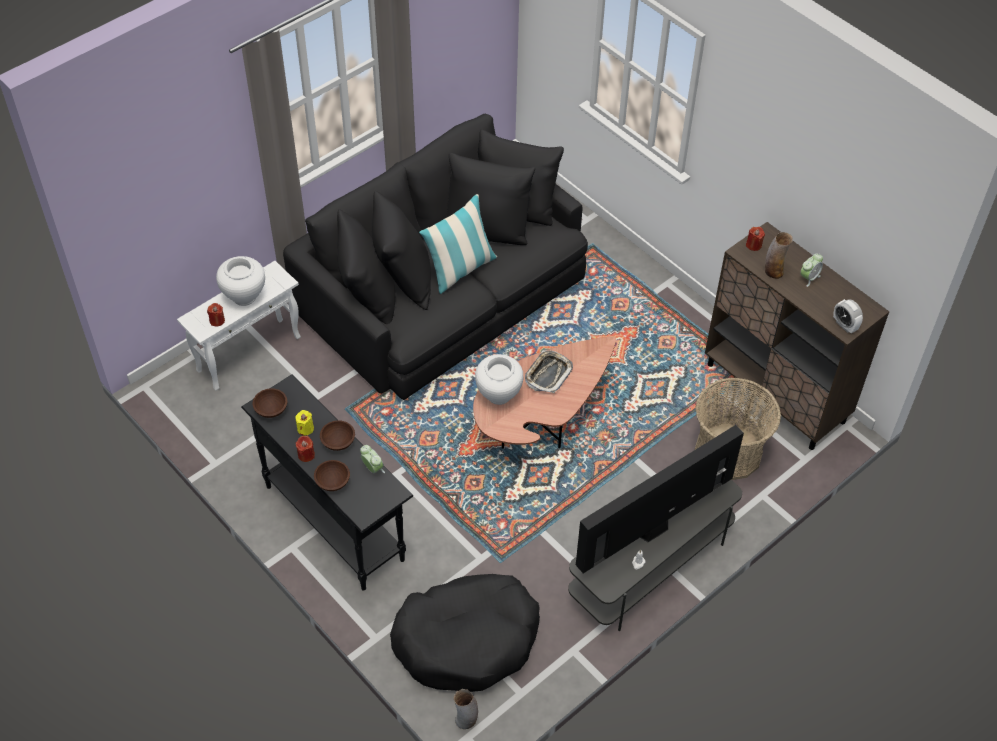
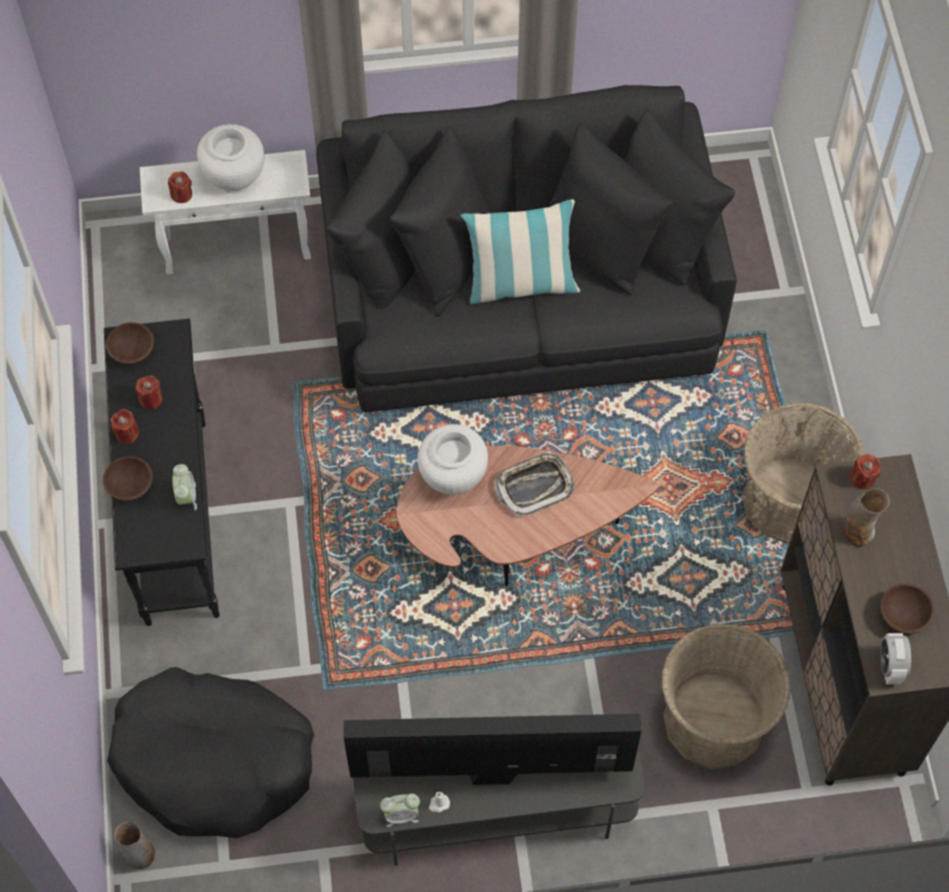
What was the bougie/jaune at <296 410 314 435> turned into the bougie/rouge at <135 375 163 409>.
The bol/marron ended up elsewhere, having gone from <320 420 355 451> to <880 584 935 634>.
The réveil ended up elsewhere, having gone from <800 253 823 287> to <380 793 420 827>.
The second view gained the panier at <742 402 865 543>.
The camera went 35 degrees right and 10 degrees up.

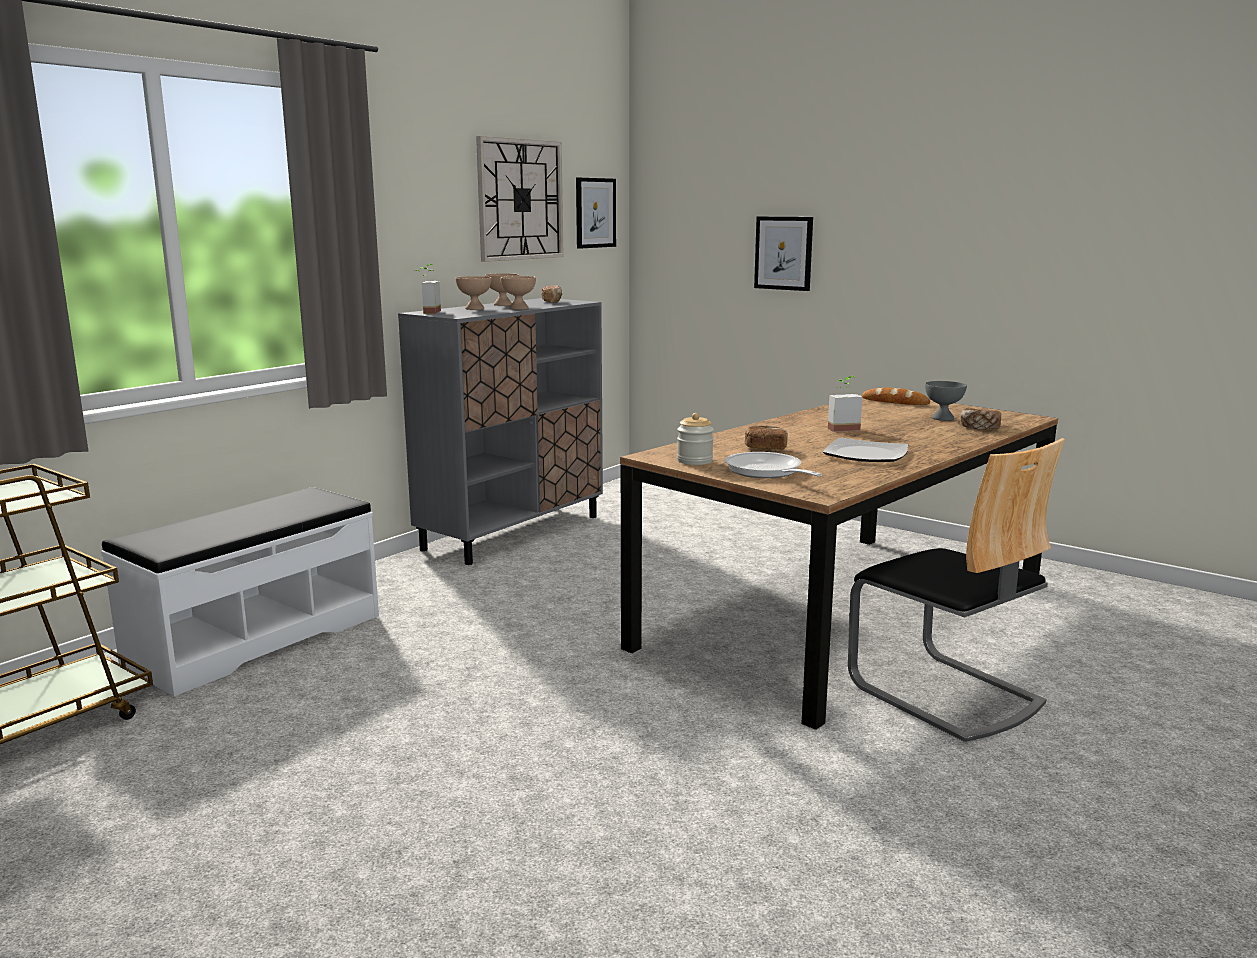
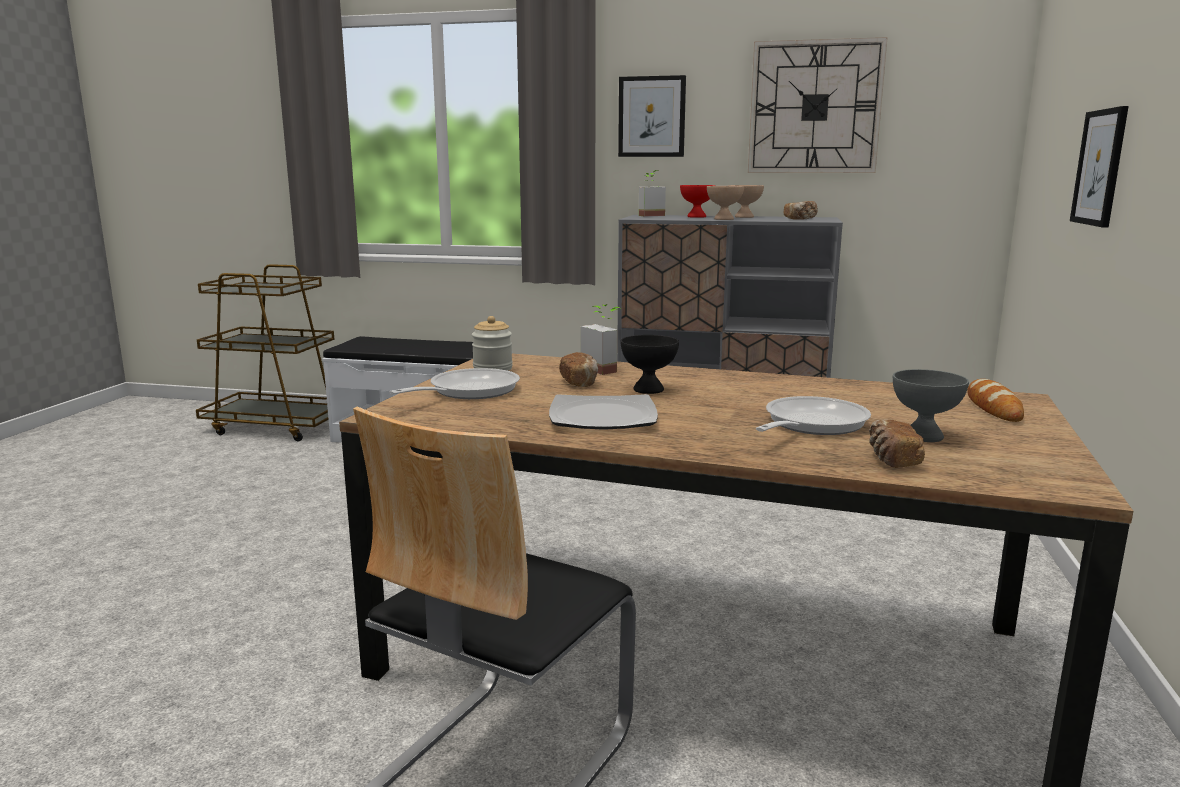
What was the bol/beige at <456 276 492 310> turned into the bol/rouge at <680 185 716 218>.
The tableau ended up elsewhere, having gone from <576 178 616 249> to <618 75 686 157>.
The plante en pot ended up elsewhere, having gone from <828 376 862 432> to <581 304 620 375>.
The second view gained the bol/noir at <620 335 679 394>.
The second view gained the poêle at <756 396 871 435>.
The camera went 65 degrees right and 0 degrees up.

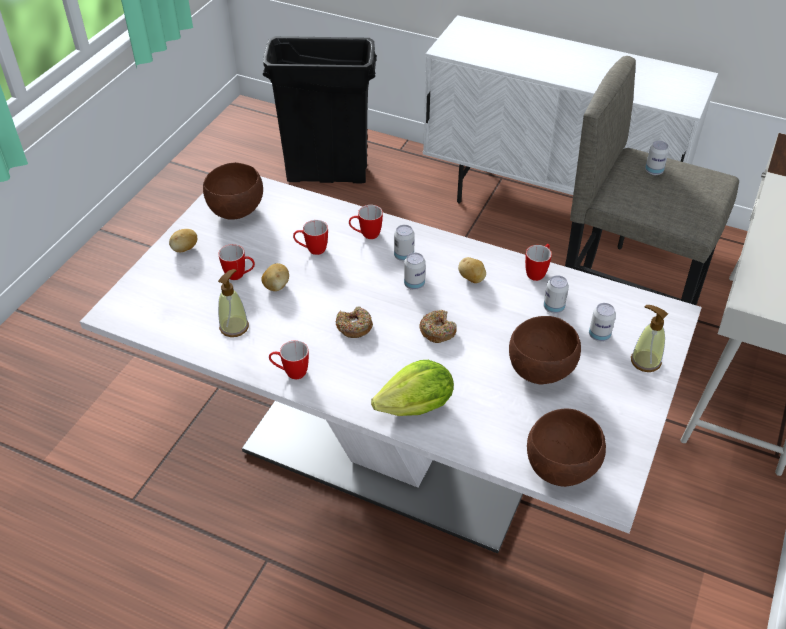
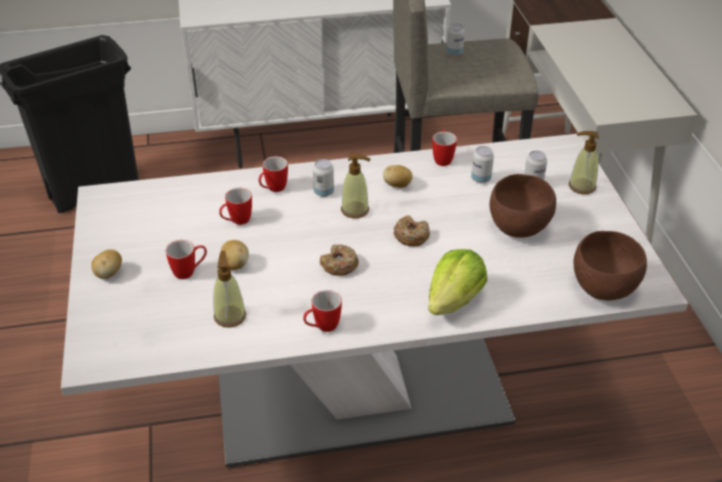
The second view lost the bol/marron at <203 162 263 220>.
Where the boîte métallique stood at <404 252 426 290>, the distributeur de savon came to stand at <341 154 370 218>.
The camera went 35 degrees left and 5 degrees down.

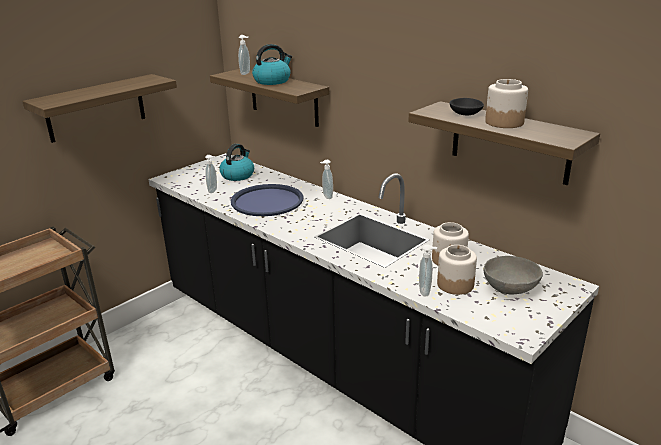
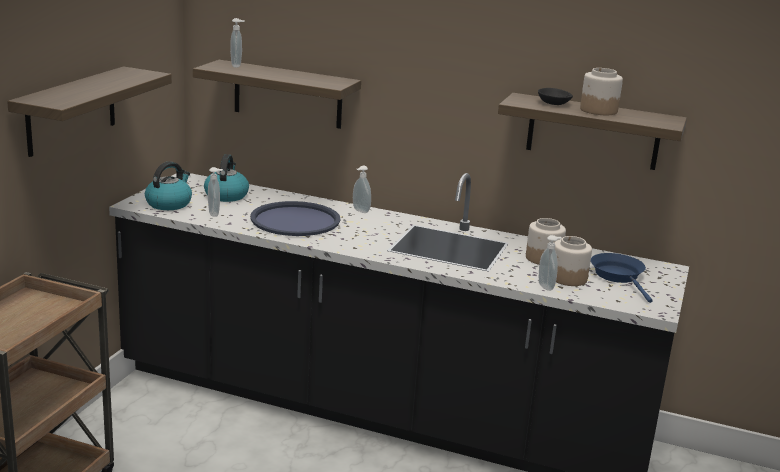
The bouilloire ended up elsewhere, having gone from <252 44 292 85> to <145 161 192 210>.
Where the bol/gris stood at <483 256 543 295>, the poêle/bleu came to stand at <591 253 653 303>.
The camera went 25 degrees left and 5 degrees down.

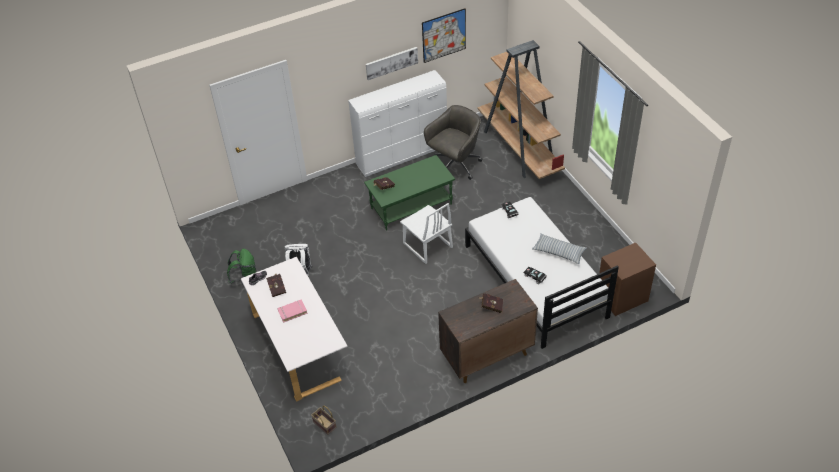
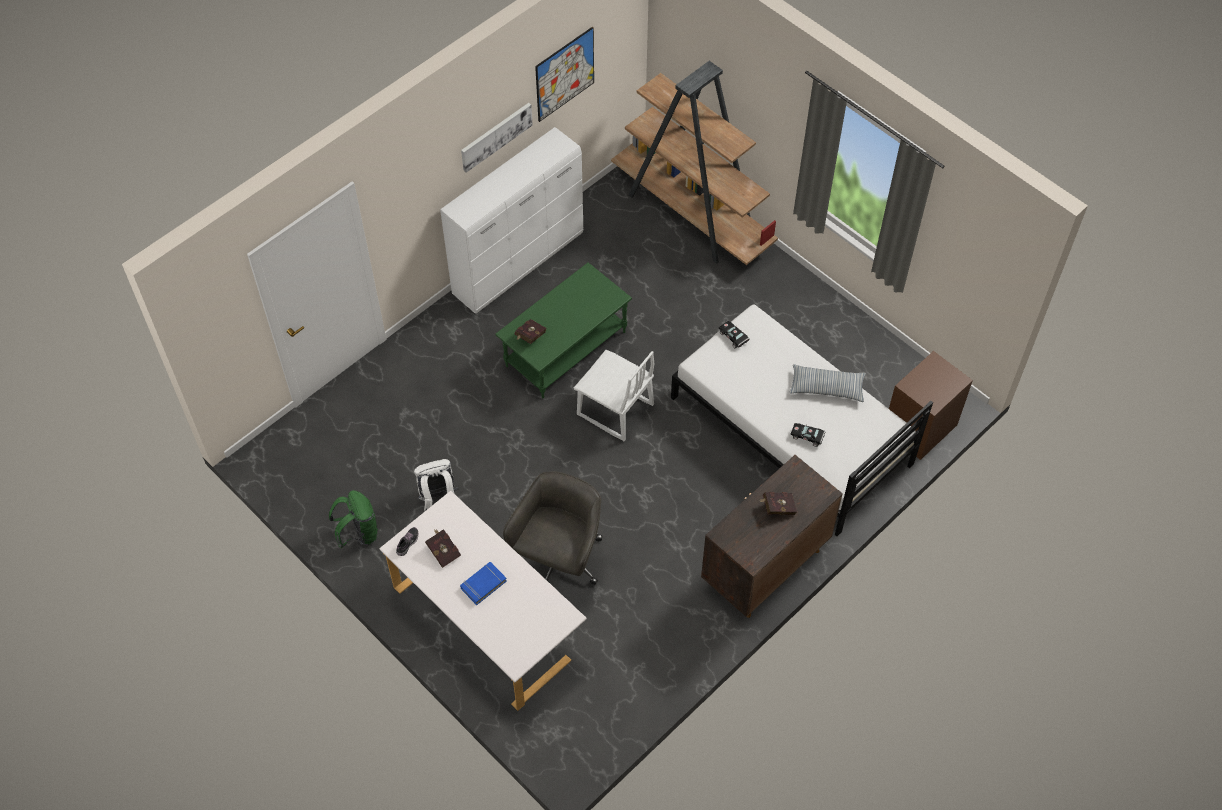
What was the livre/rose at <278 300 308 323> turned into the livre/bleu at <460 562 507 605>.
The second view lost the panier at <311 406 337 435>.
The chaise de bureau/gris ended up elsewhere, having gone from <424 105 482 180> to <503 471 602 585>.
The camera went 20 degrees left and 10 degrees up.

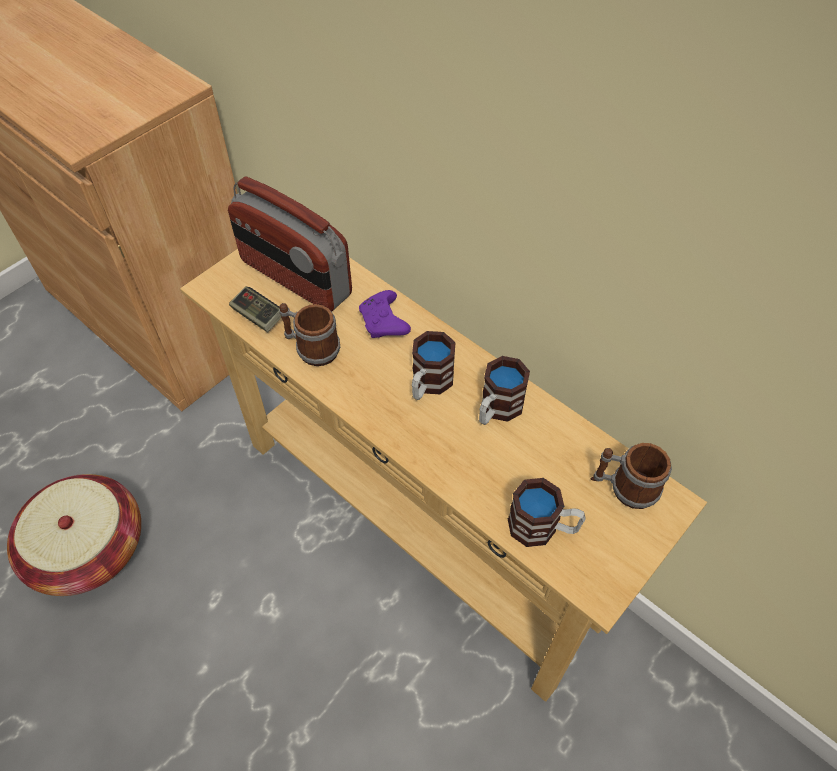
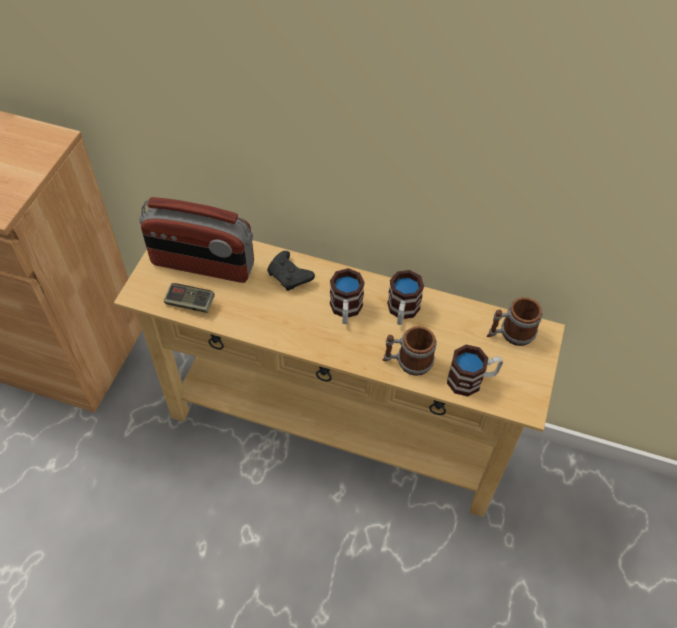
The second view lost the panier at <7 474 141 596>.
The mug ended up elsewhere, having gone from <279 303 340 366> to <382 326 437 376>.
What was the manette/violet at <359 290 411 338> turned into the manette/noir at <267 251 315 291>.
The camera went 25 degrees left and 0 degrees up.

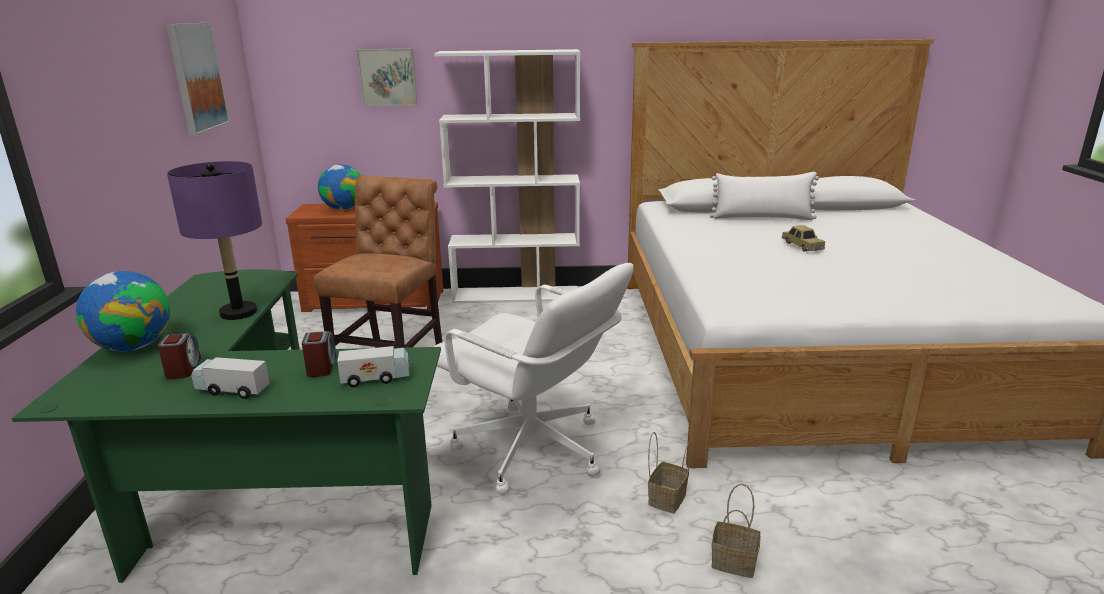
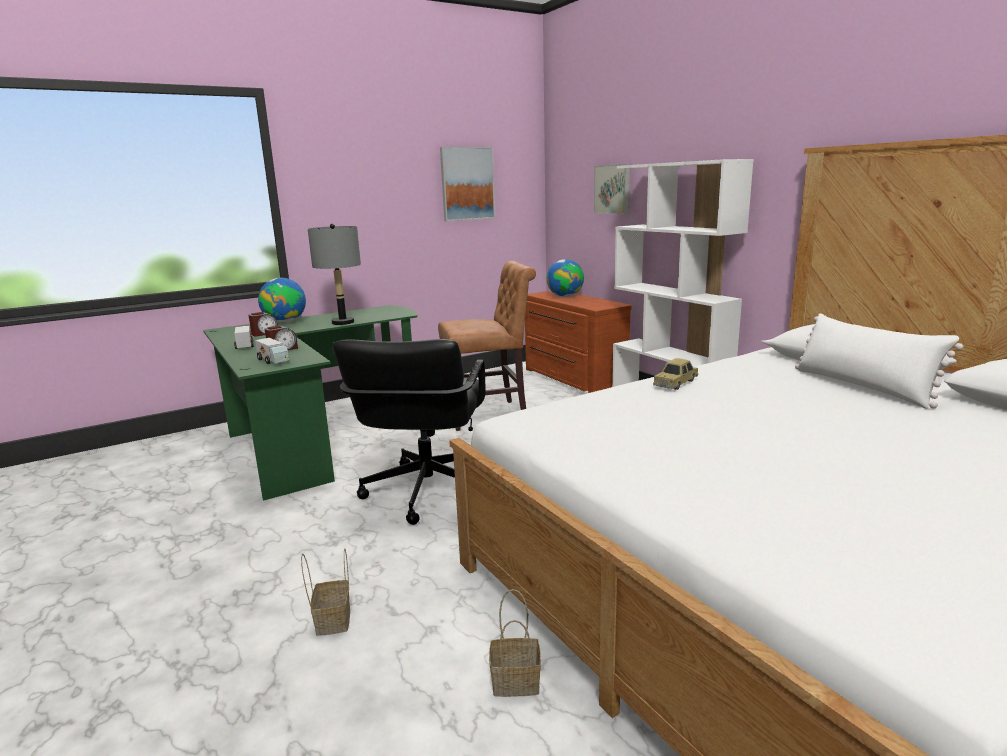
What was the lampe de table/violet at <167 161 262 320> turned into the lampe de table/gris at <308 224 361 325>.
What was the chaise de bureau/blanc at <434 263 634 495> turned into the chaise de bureau/noir at <332 339 486 525>.
The panier ended up elsewhere, having gone from <648 432 691 513> to <489 589 541 697>.
The petite voiture ended up elsewhere, having gone from <782 225 825 251> to <653 358 698 390>.
The camera went 60 degrees right and 5 degrees down.

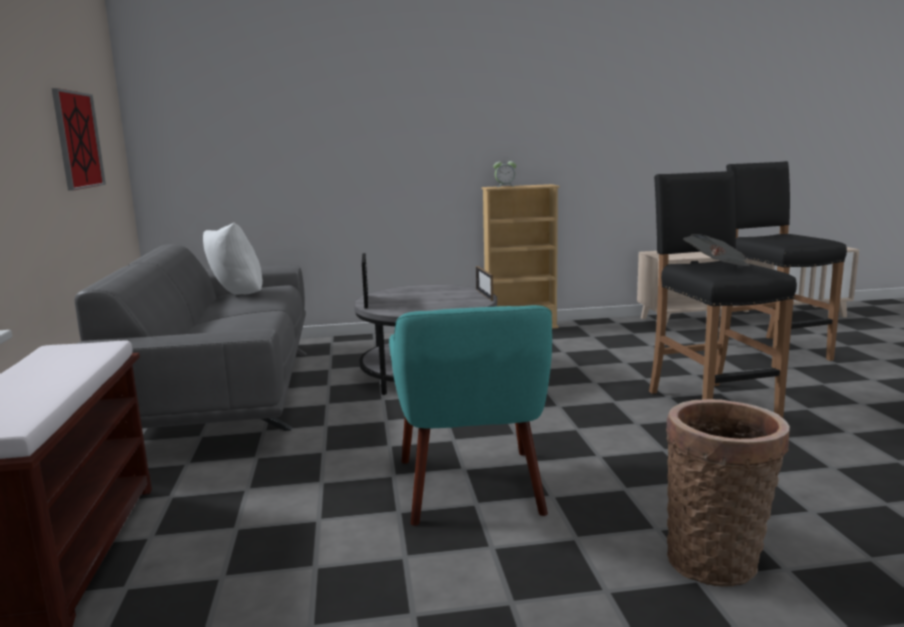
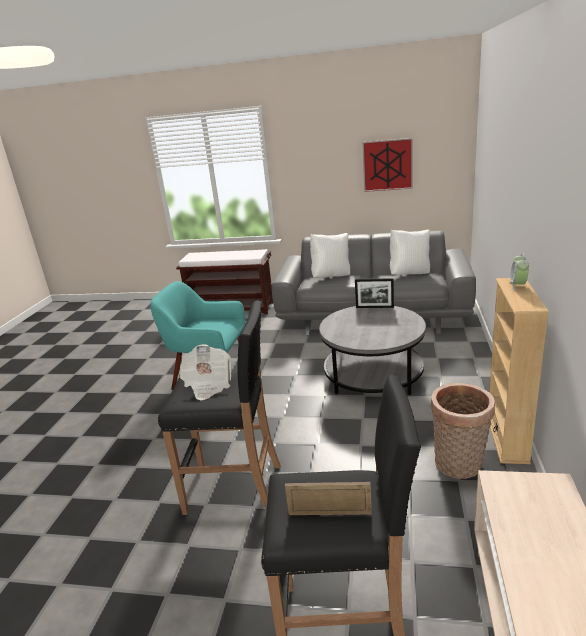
The cadre photo ended up elsewhere, having gone from <476 266 493 301> to <285 482 372 515>.
The panier ended up elsewhere, having gone from <666 399 790 586> to <430 383 495 479>.
The second view gained the coussin/blanc at <310 233 350 278>.
The camera went 110 degrees right and 10 degrees up.

